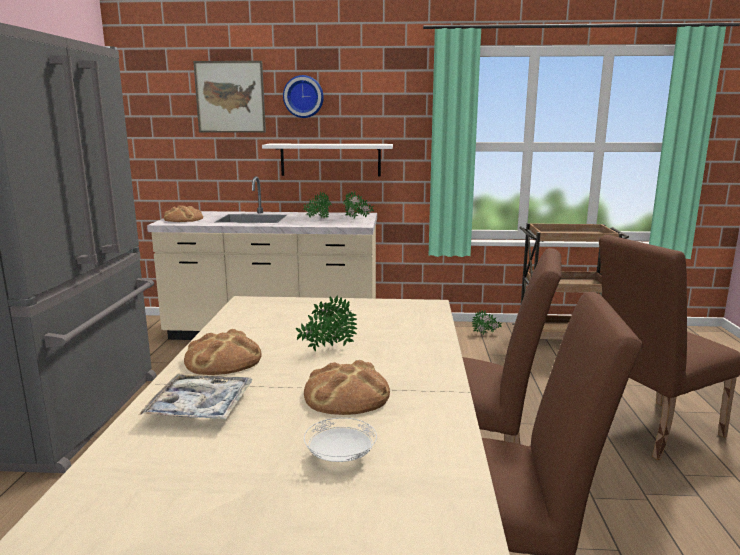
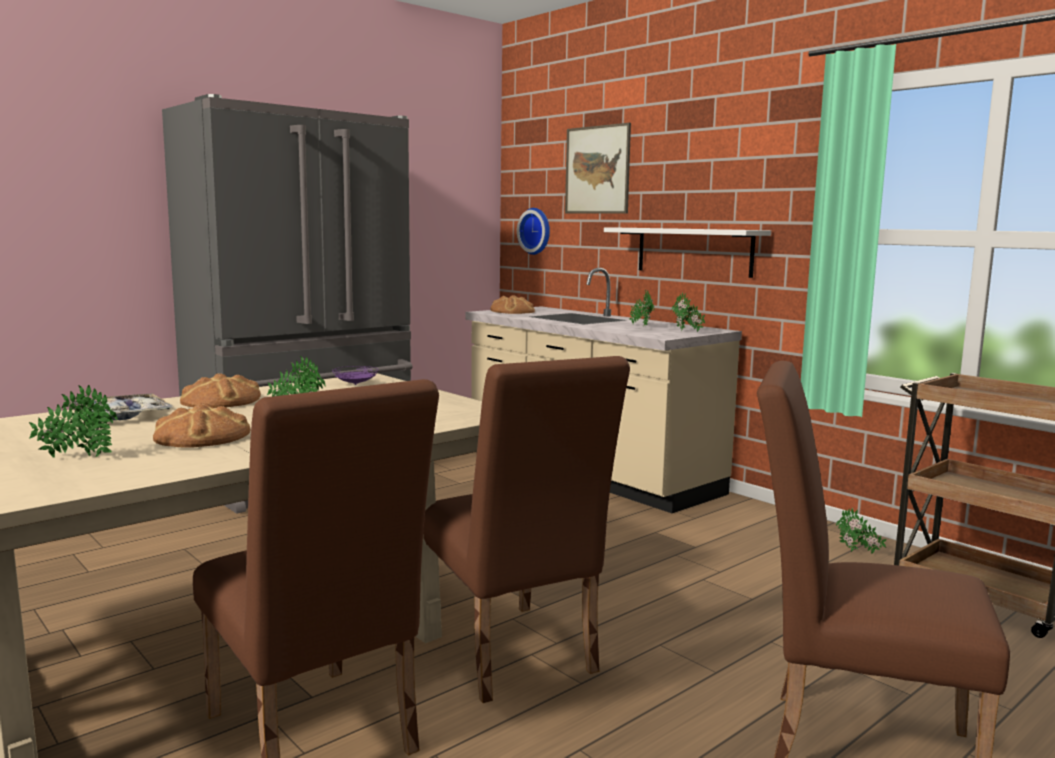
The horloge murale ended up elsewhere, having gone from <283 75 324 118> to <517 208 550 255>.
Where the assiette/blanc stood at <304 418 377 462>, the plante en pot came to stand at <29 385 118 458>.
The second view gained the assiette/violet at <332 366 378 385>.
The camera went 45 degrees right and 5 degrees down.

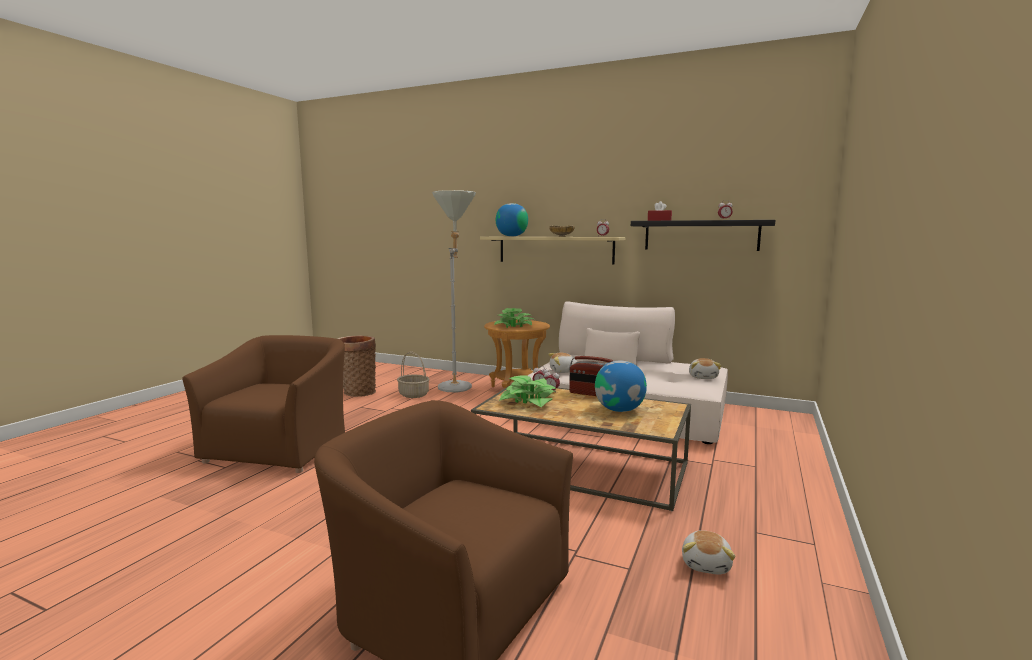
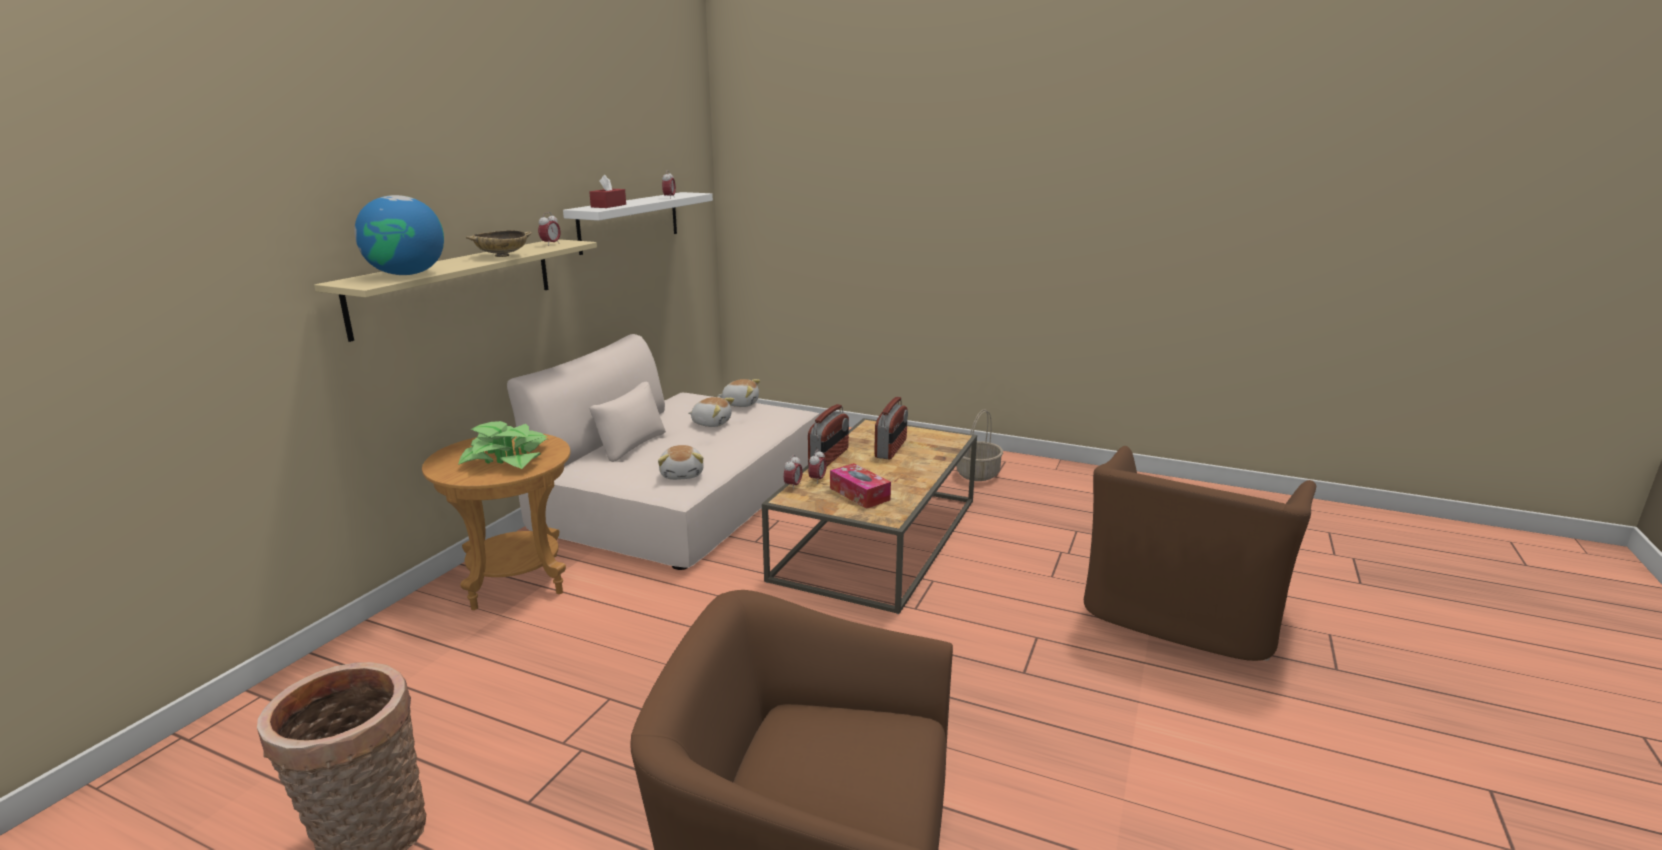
The panier ended up elsewhere, having gone from <397 351 430 398> to <957 410 1003 481>.
The second view lost the lampadaire/gris at <432 190 476 392>.
Where the plante en pot stood at <499 375 557 407>, the boîte à mouchoirs came to stand at <830 463 891 509>.
Where the globe stood at <595 361 647 412>, the radio came to stand at <874 397 908 459>.
What was the étagère/noir at <631 220 775 251> turned into the étagère/blanc at <563 192 713 255>.
The peluche ended up elsewhere, having gone from <682 530 735 574> to <689 397 734 427>.
The camera went 90 degrees left and 10 degrees up.

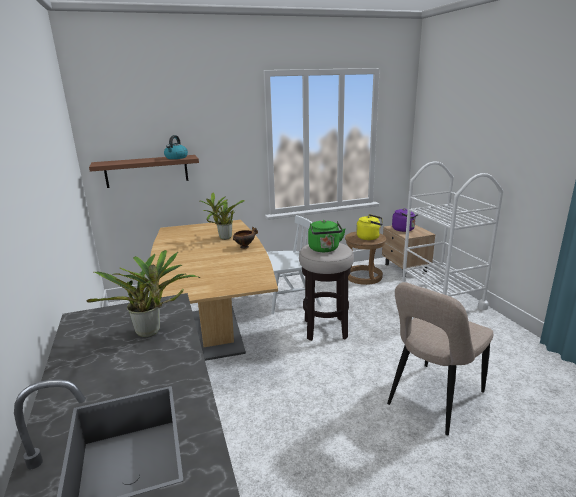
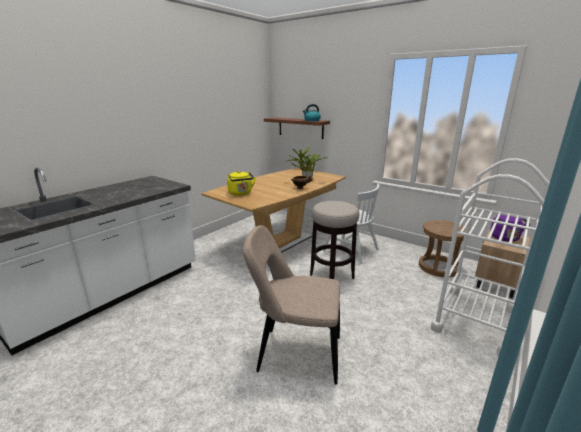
The second view lost the plante en pot at <86 250 200 337>.
The second view lost the bouilloire/vert at <308 220 346 252>.
The bouilloire/jaune ended up elsewhere, having gone from <356 214 383 240> to <227 171 256 196>.
The camera went 55 degrees right and 0 degrees up.

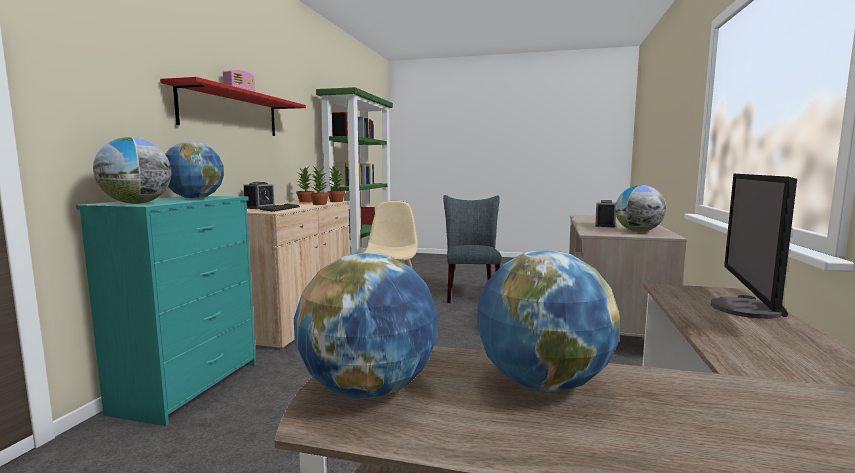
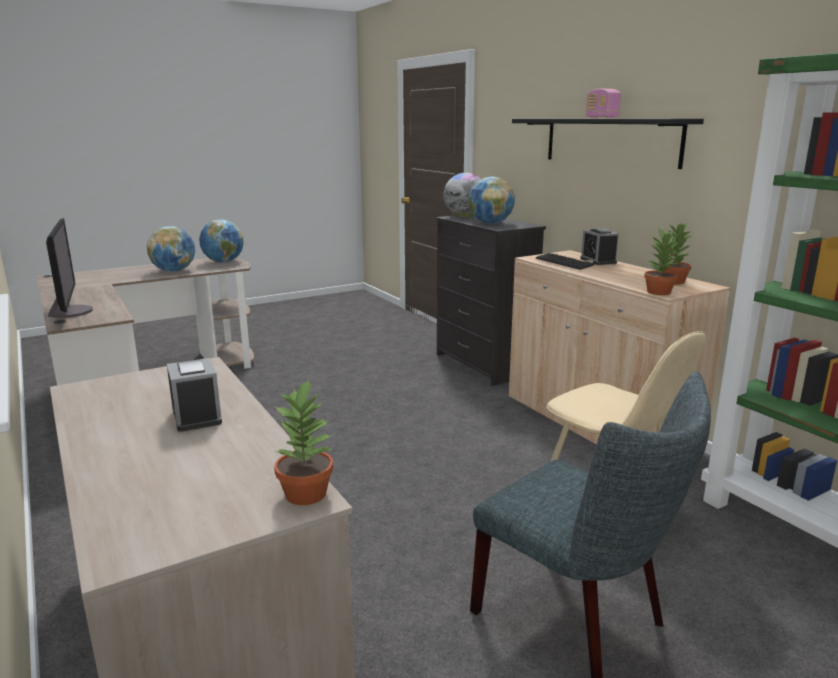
What was the commode/turquoise at <76 196 256 426> turned into the commode/noir at <436 215 546 386>.
What was the étagère/rouge at <160 77 306 136> turned into the étagère/noir at <512 119 704 169>.
The plante en pot ended up elsewhere, having gone from <310 167 329 205> to <274 379 333 505>.
The second view lost the globe at <615 185 666 232>.
The camera went 135 degrees right and 10 degrees up.

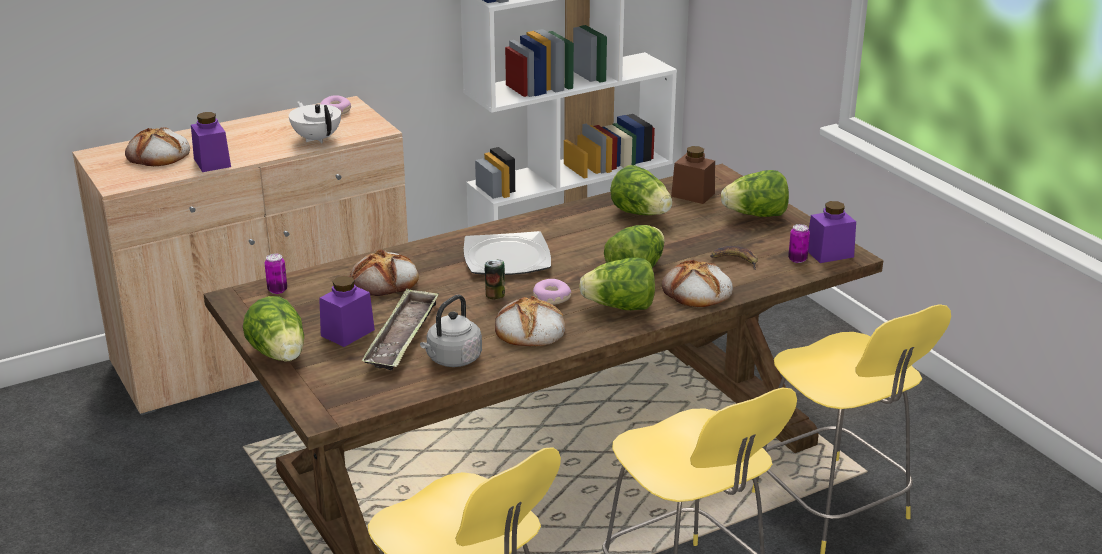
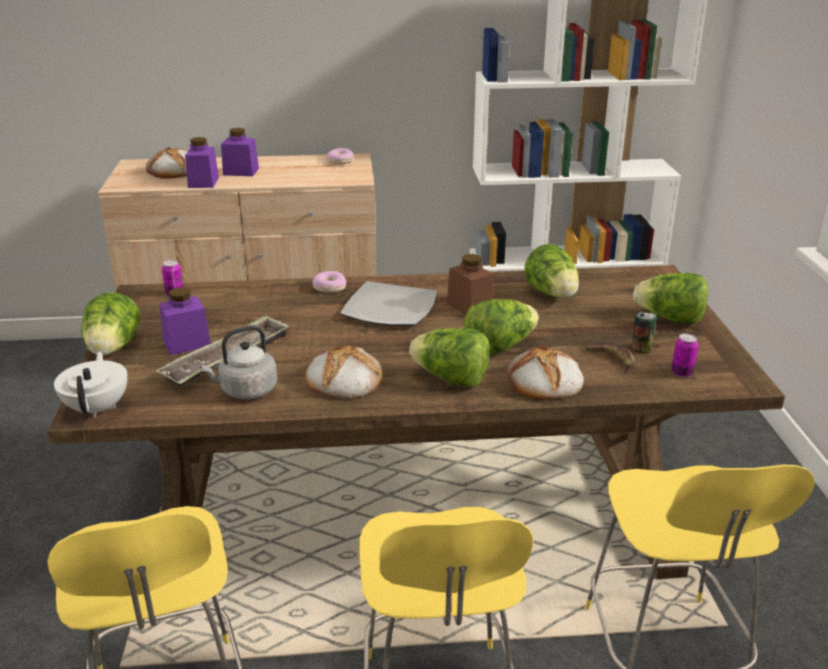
The théière/blanc ended up elsewhere, having gone from <289 101 341 143> to <54 351 128 418>.
The second view lost the pain at <350 249 419 296>.
The boîte métallique ended up elsewhere, having gone from <485 259 505 299> to <631 312 657 353>.
The beignet ended up elsewhere, having gone from <533 279 571 305> to <313 271 347 293>.
The bocal/marron ended up elsewhere, having gone from <671 146 715 204> to <447 254 494 315>.
The bocal/violet ended up elsewhere, having gone from <808 201 856 263> to <221 128 259 176>.
The camera went 25 degrees right and 0 degrees up.

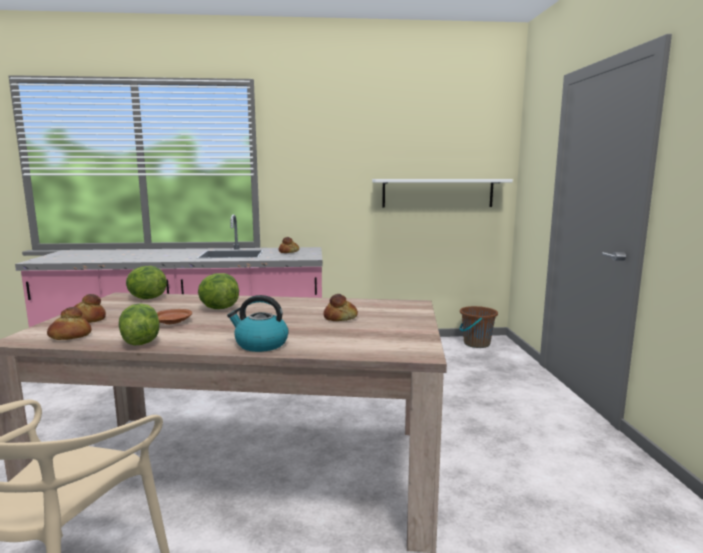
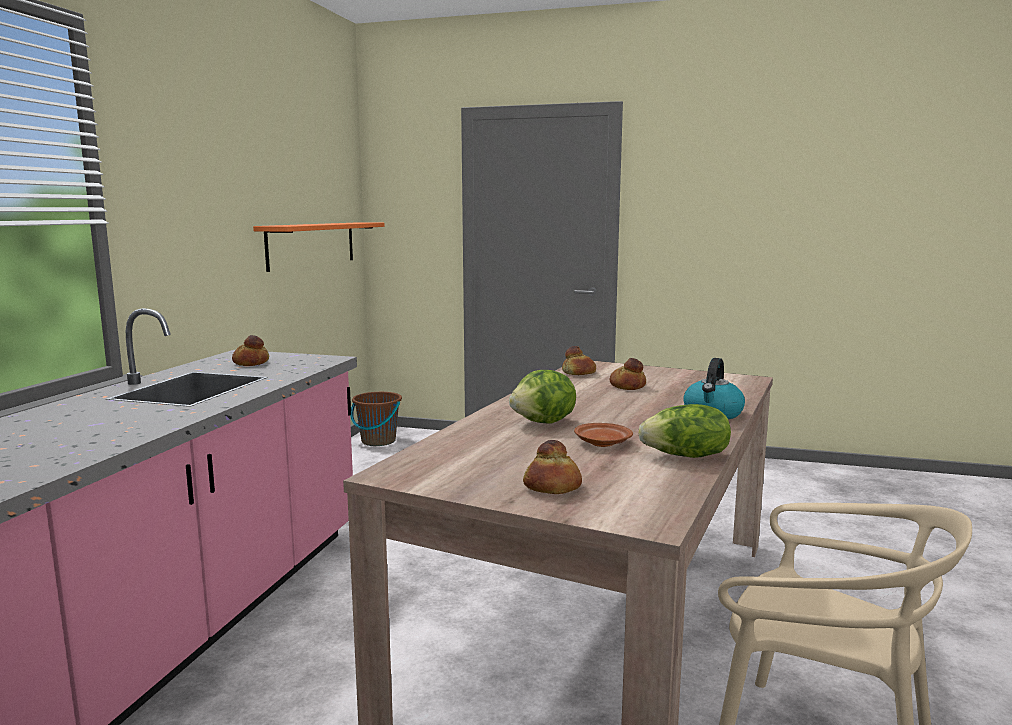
The pain ended up elsewhere, having gone from <47 307 92 340> to <562 346 596 375>.
The second view lost the laitue at <126 266 167 299>.
What was the étagère/blanc at <372 179 513 208> turned into the étagère/orange at <253 222 385 272>.
The camera went 70 degrees left and 0 degrees up.

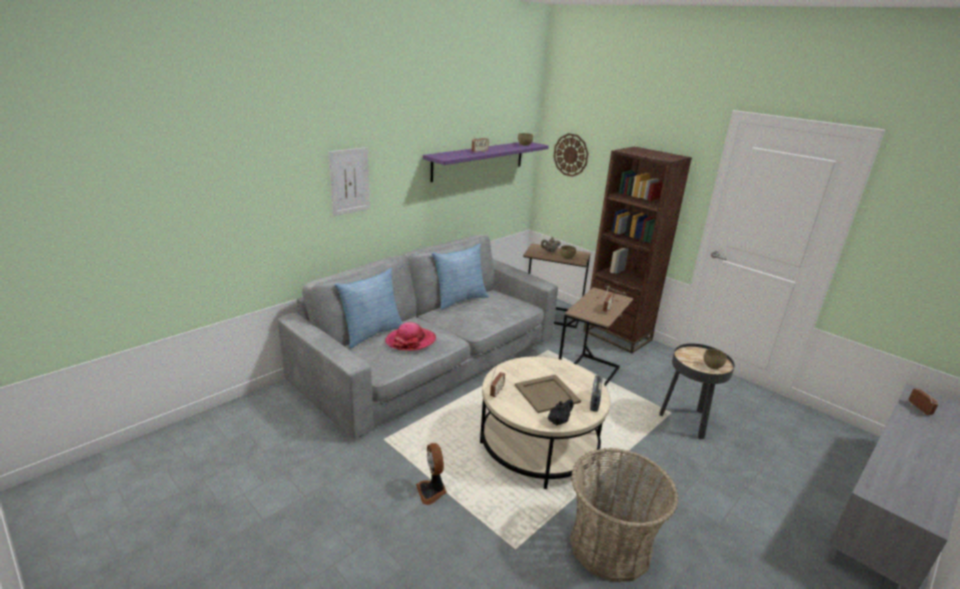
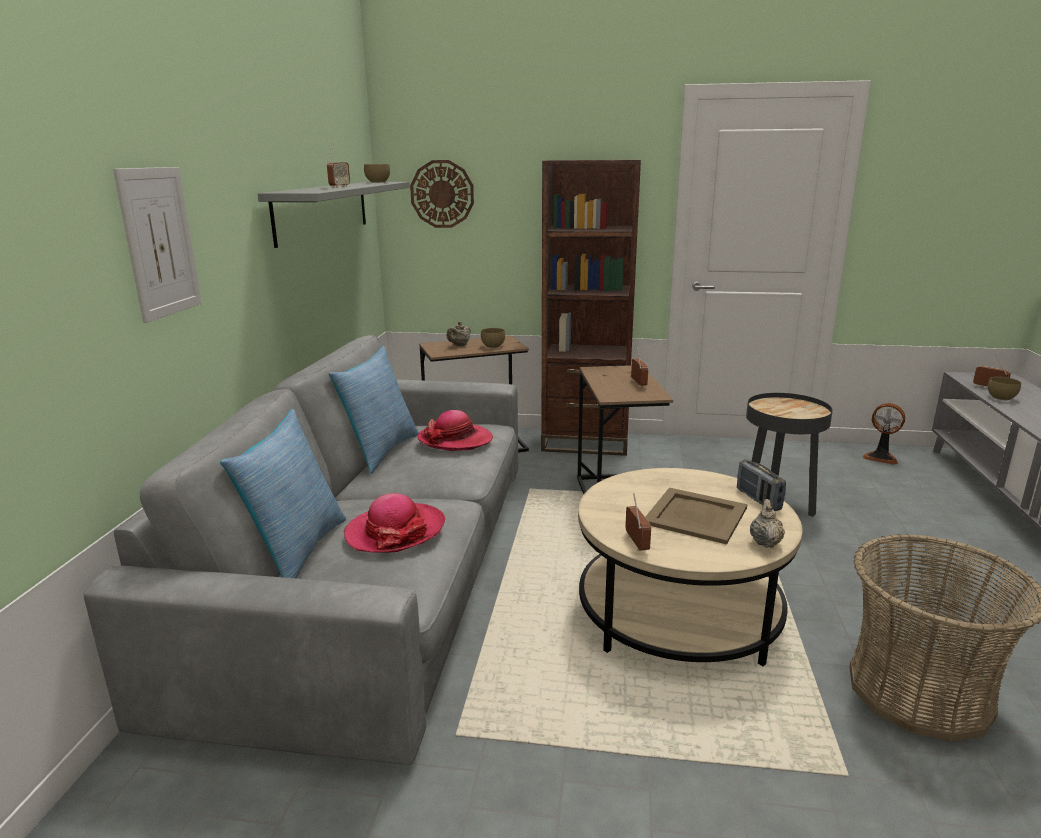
The ventilateur ended up elsewhere, having gone from <416 443 447 505> to <862 403 905 465>.
What was the étagère/violet at <423 142 549 182> turned into the étagère/gris at <258 182 410 248>.
What was the théière/noir at <548 399 573 426> turned into the théière/beige at <750 499 785 548>.
The bol/marron ended up elsewhere, having gone from <704 349 727 369> to <988 377 1021 400>.
The second view gained the chapeau at <417 410 493 451>.
The camera went 35 degrees left and 5 degrees down.

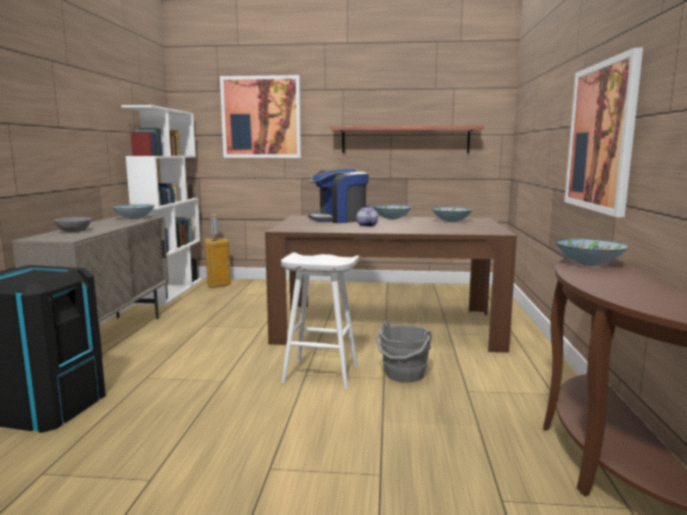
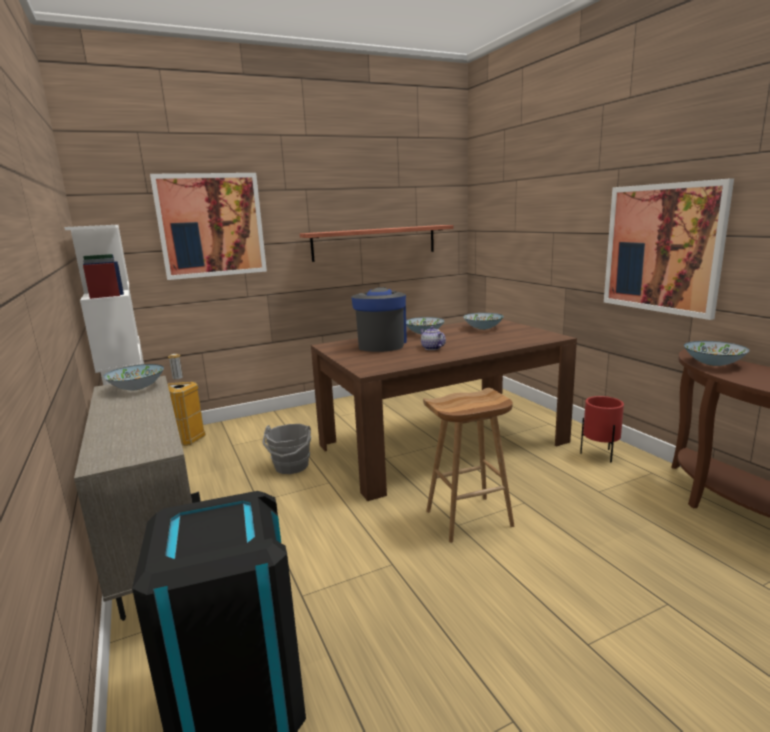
The second view lost the bol/gris at <54 217 91 232>.
What was the tabouret/blanc at <281 253 359 389> turned into the tabouret/marron at <423 388 514 543>.
The machine à café at <308 168 368 223> ended up facing another way, 150 degrees clockwise from before.
The seau/gris ended up elsewhere, having gone from <376 321 432 383> to <262 424 311 474>.
The second view gained the cache-pot/rouge at <580 396 624 462>.
The camera went 30 degrees left and 5 degrees up.

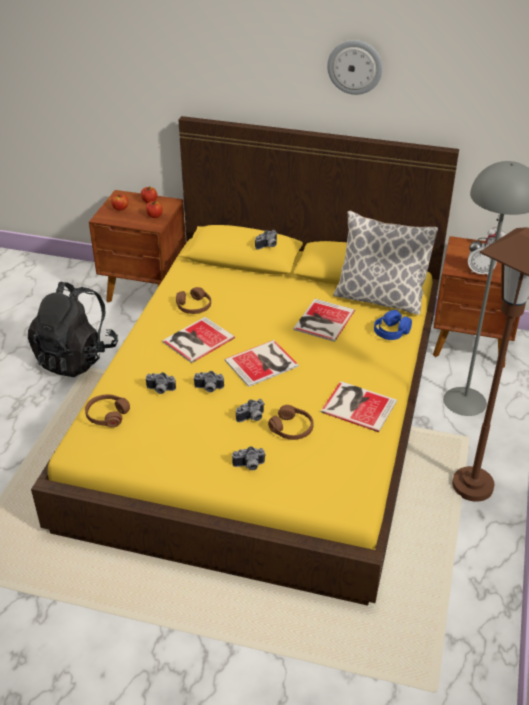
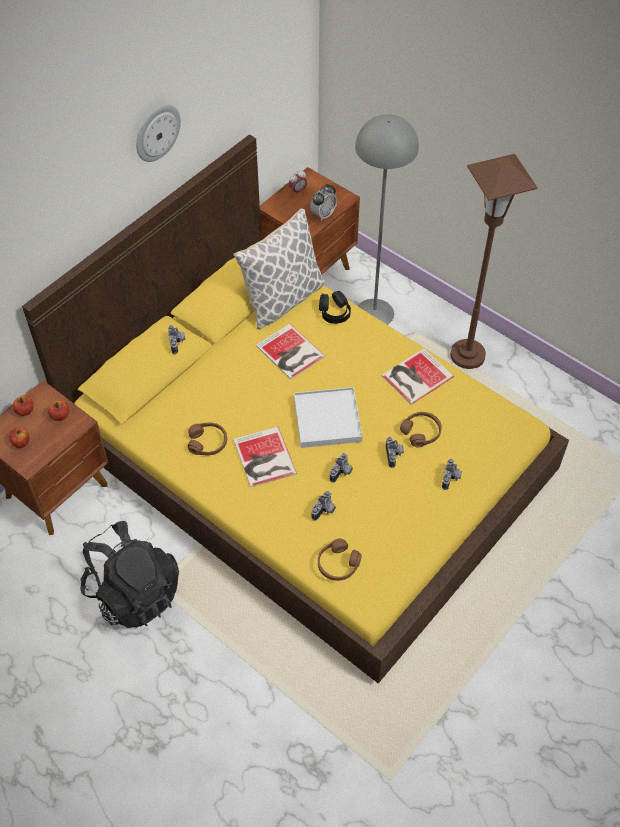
Where the livre stood at <224 340 299 387>, the plateau/blanc came to stand at <294 387 363 448>.
What was the casque audio/bleu at <374 310 412 340> turned into the casque audio/noir at <319 291 351 324>.
The camera went 65 degrees left and 15 degrees up.

